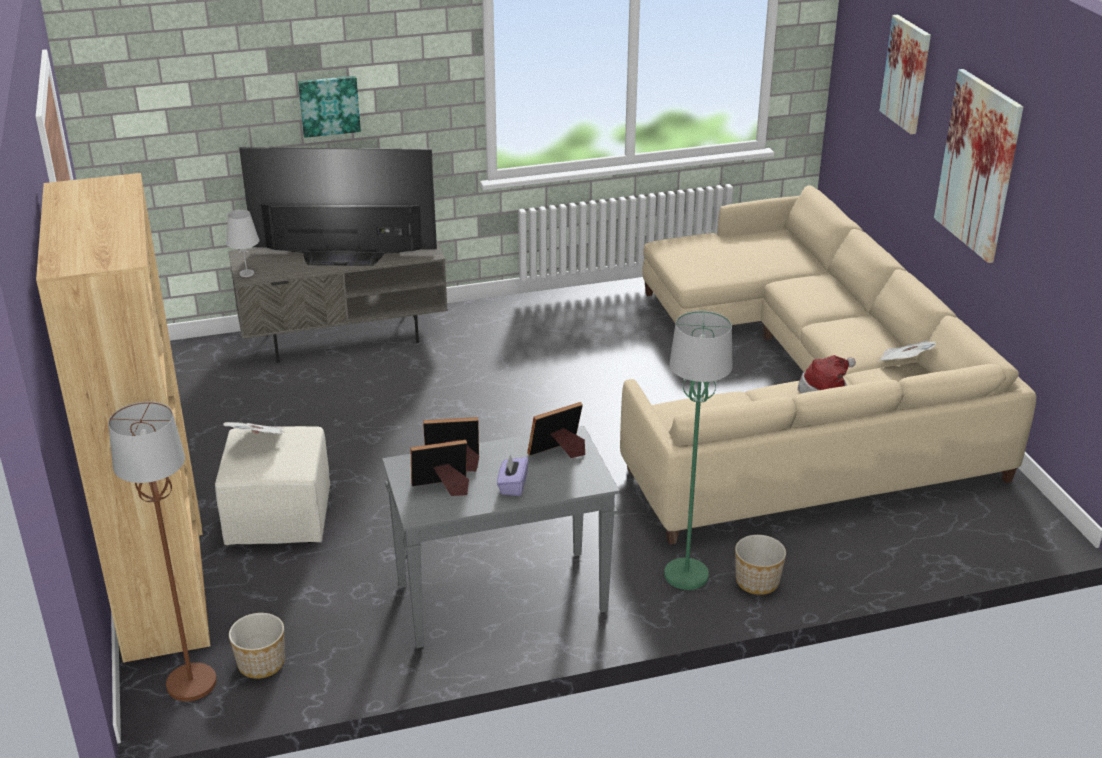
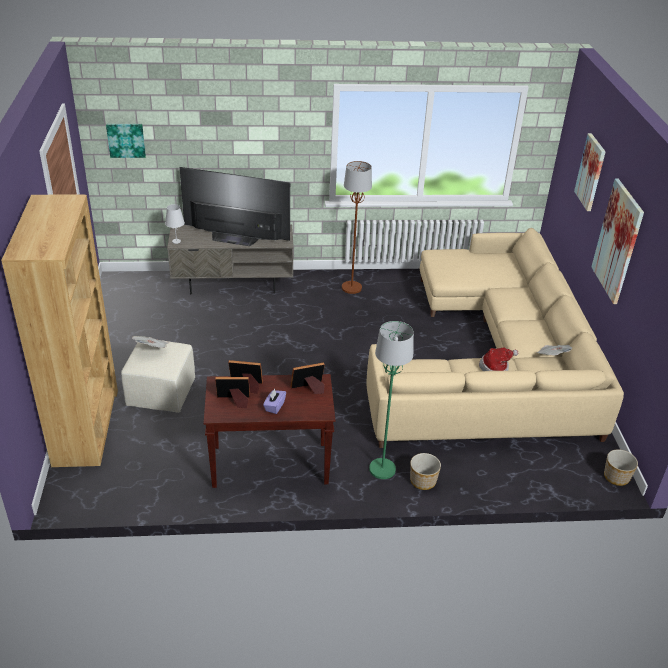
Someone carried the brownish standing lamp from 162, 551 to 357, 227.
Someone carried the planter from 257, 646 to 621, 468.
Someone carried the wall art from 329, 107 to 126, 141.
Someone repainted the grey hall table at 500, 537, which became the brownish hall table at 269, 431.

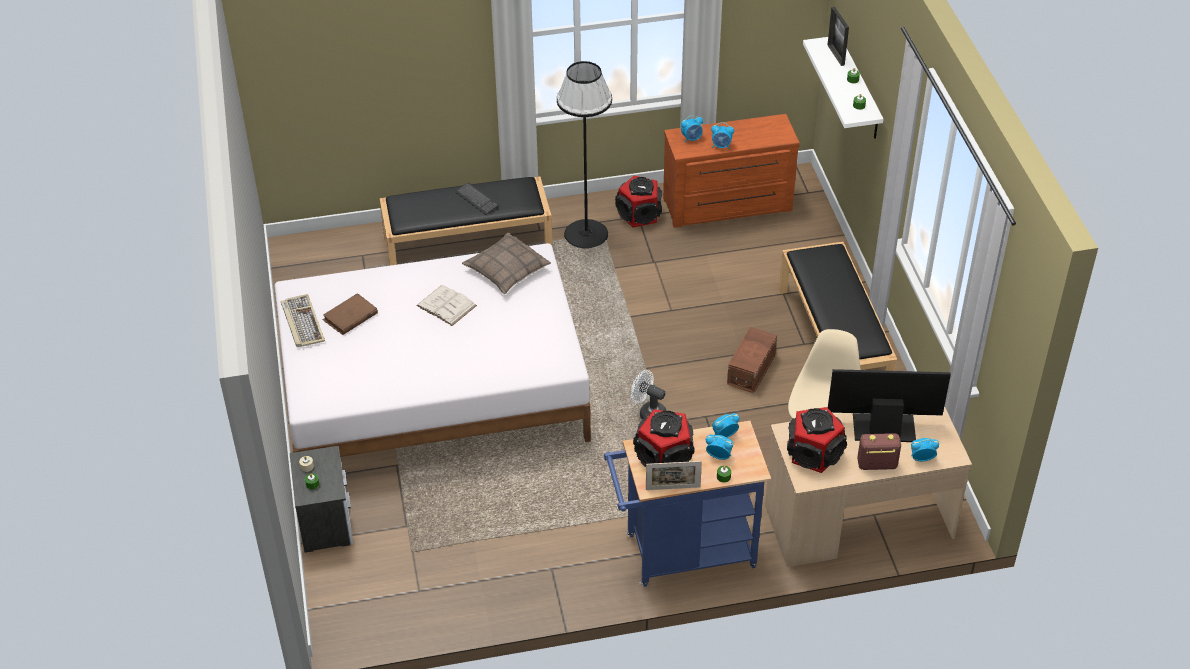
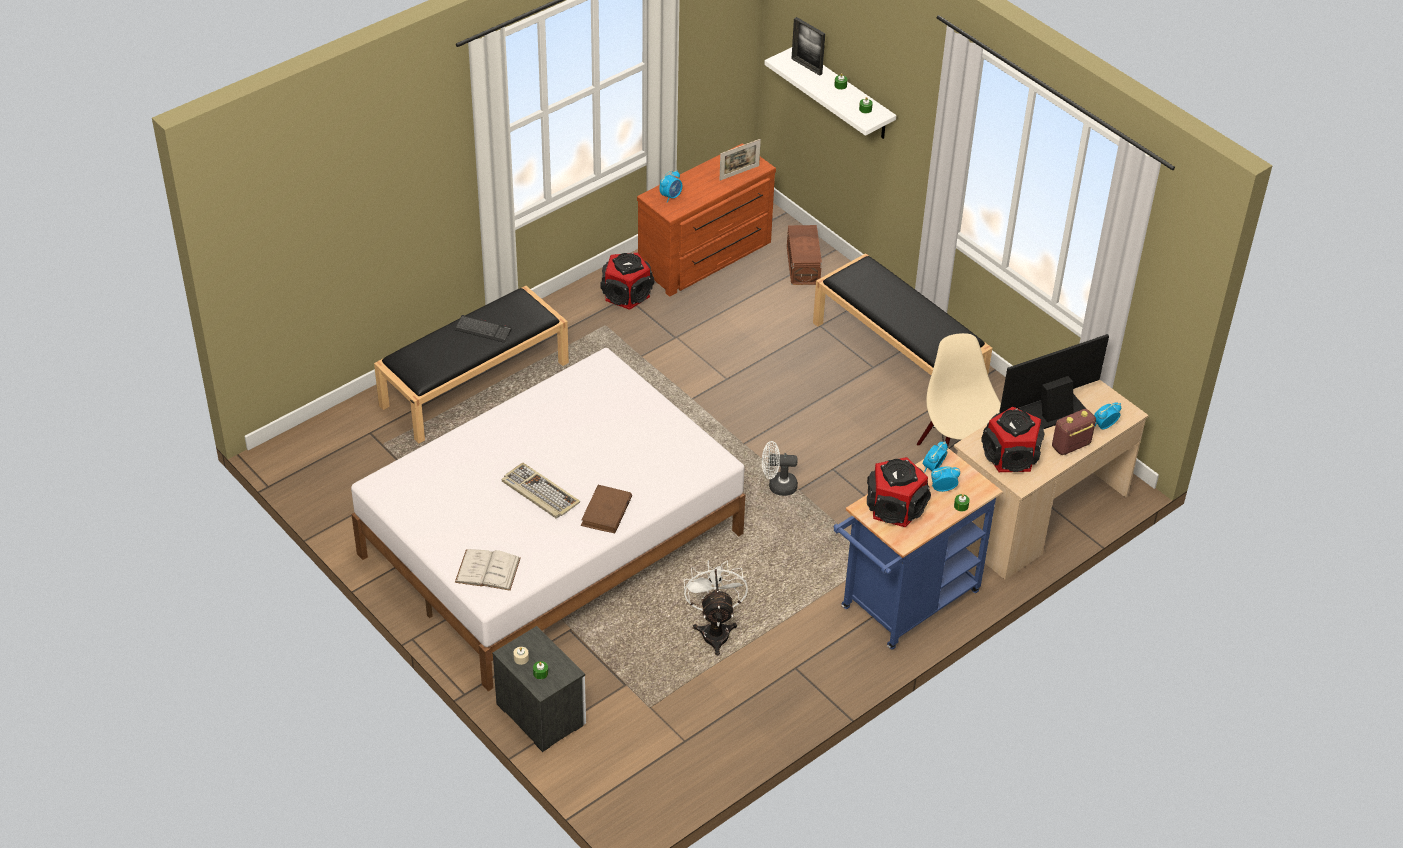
Someone took away the throw pillow at 506, 263.
Someone took away the blackish standing lamp at 584, 154.
Someone took away the table clock at 722, 135.
Someone put down the white-coloured cooling fan at 716, 608.
Someone carried the keyboard from 303, 320 to 541, 490.
Someone carried the brownish volume from 350, 314 to 606, 509.
Someone carried the white-coloured volume from 446, 305 to 488, 570.
Someone carried the photo frame from 674, 475 to 740, 159.
Someone carried the brownish storage bin from 752, 360 to 804, 255.

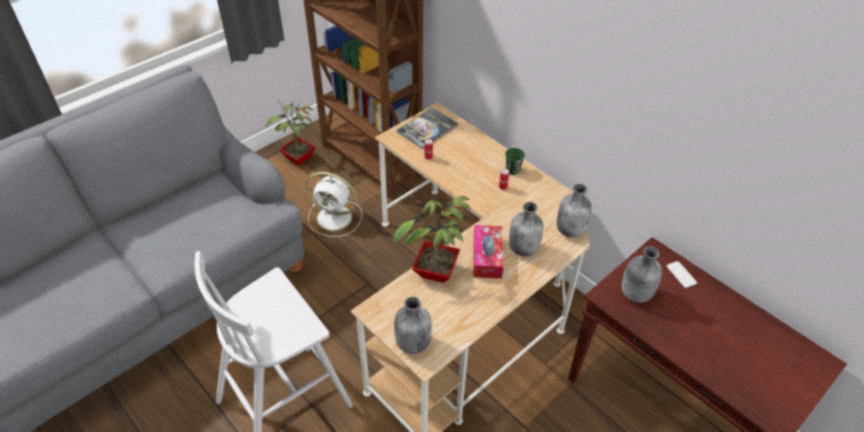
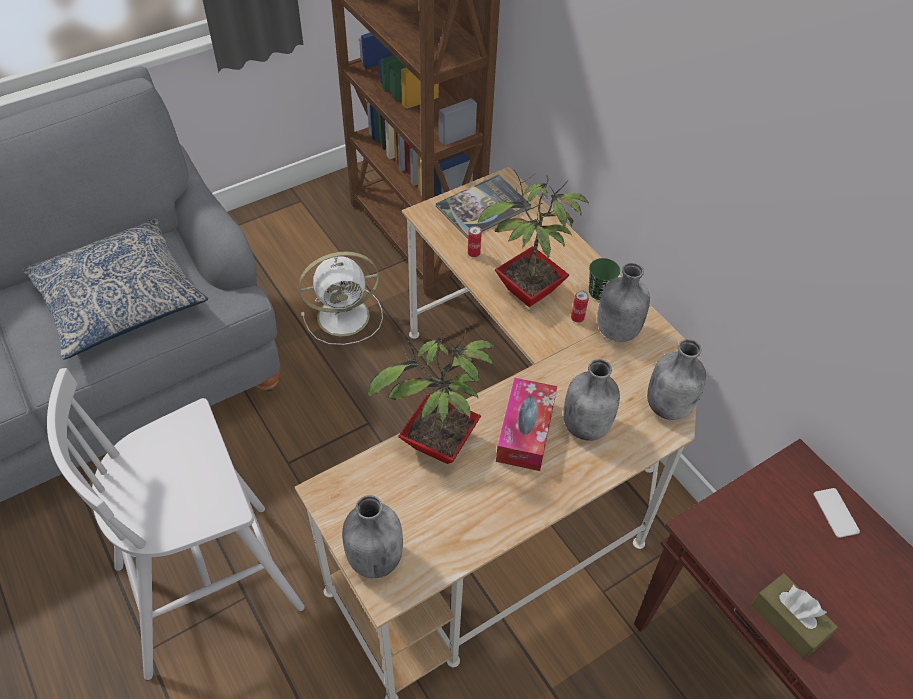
Someone put down the throw pillow at 115, 289.
Someone put down the brownish tissue box at 794, 616.
Someone carried the houseplant from 291, 133 to 533, 238.
Someone carried the grey bottle from 642, 274 to 623, 302.
Someone rotated the white-coloured cooling fan at 334, 204 by 45 degrees counterclockwise.

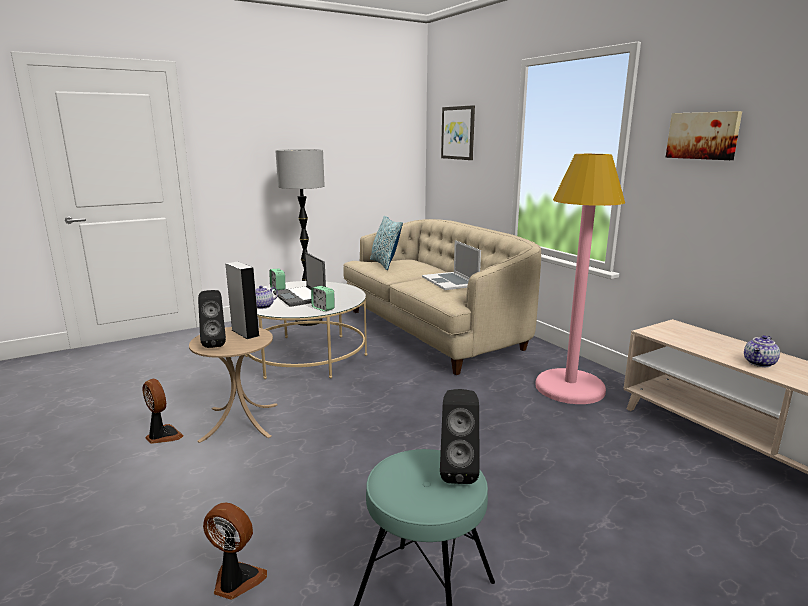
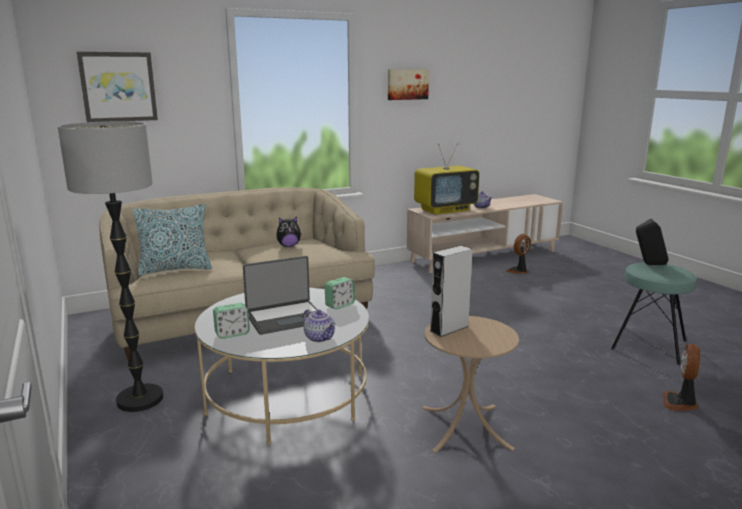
Someone took away the blackish loudspeaker at 212, 319.
Someone took away the pinkish standing lamp at 580, 279.
Someone put down the TV set at 447, 179.
Someone carried the cooling fan from 163, 411 to 518, 254.
Someone swapped the notebook computer at 451, 265 for the soft toy at 288, 232.

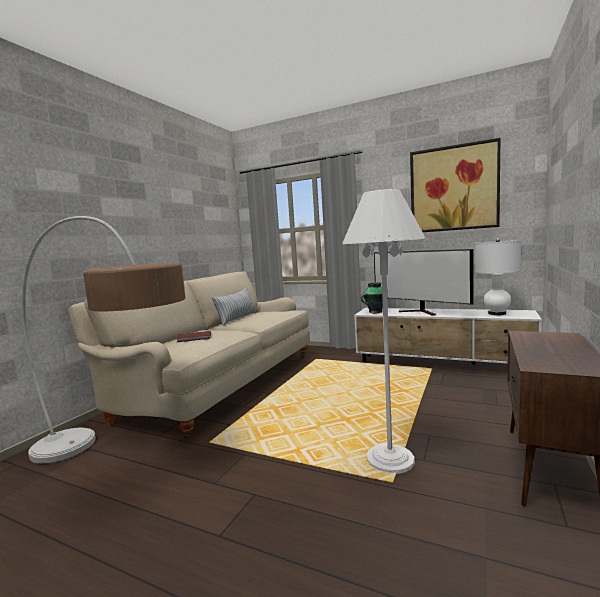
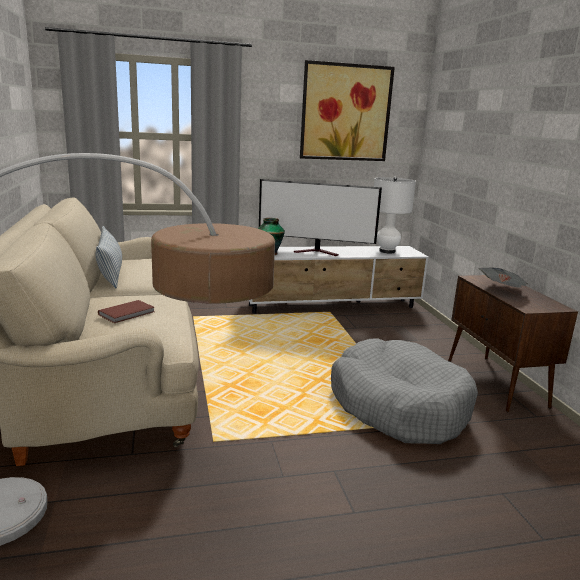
Someone put down the printed paper at 503, 277.
Someone swapped the white-coloured standing lamp at 384, 331 for the grey dog bed at 404, 391.

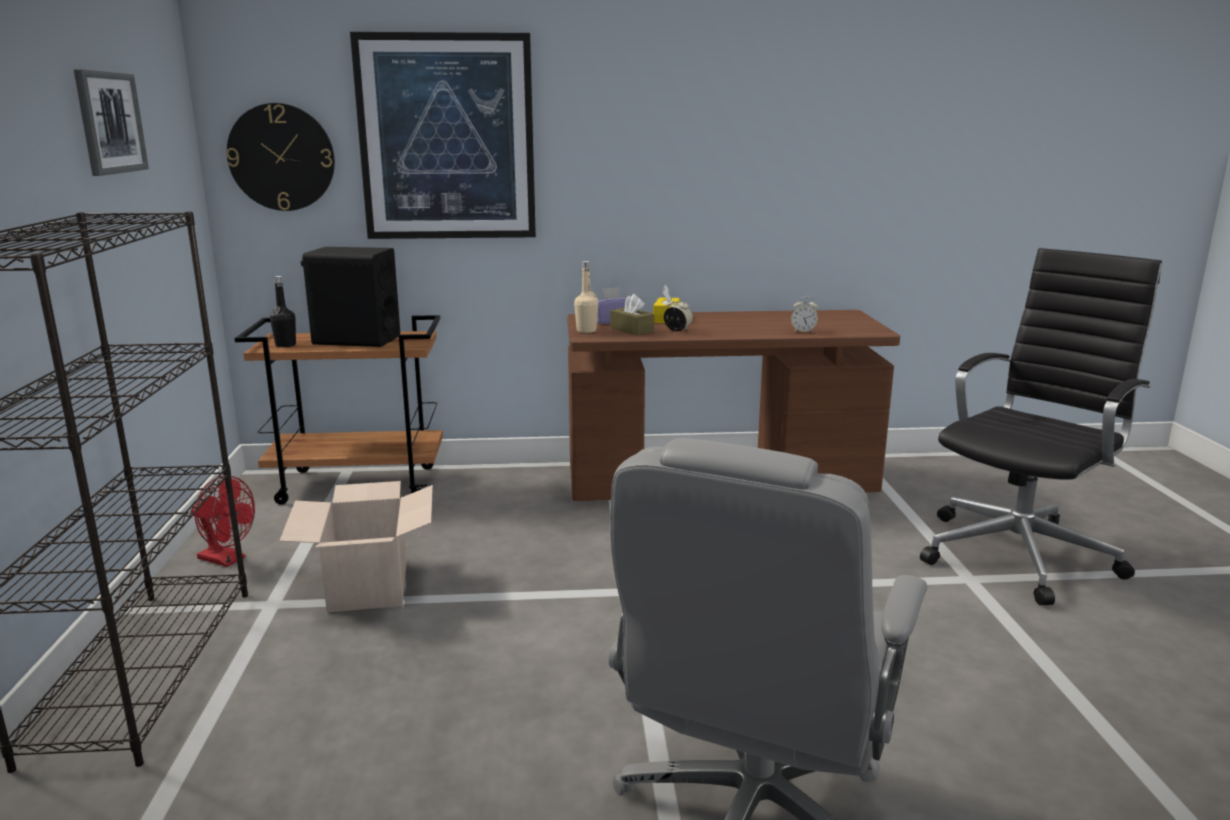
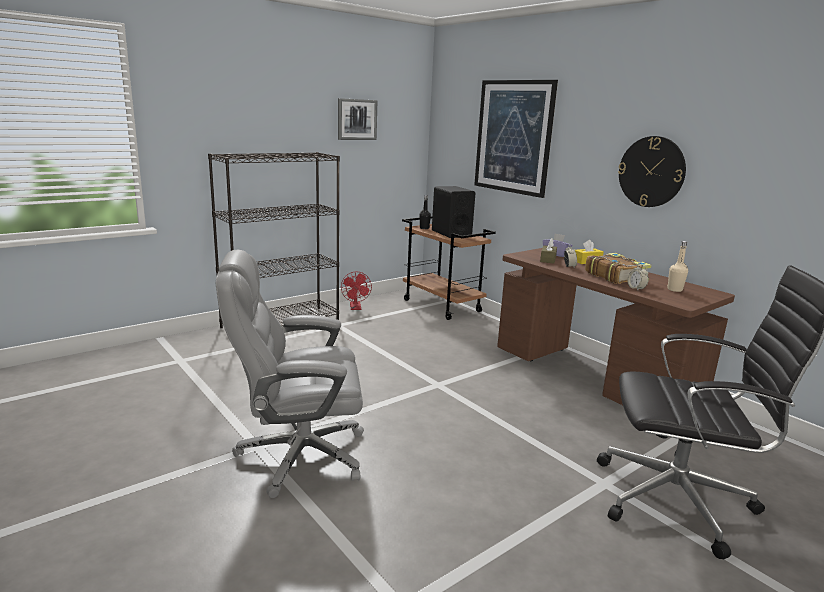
Someone took away the packing box at 356, 547.
Someone put down the volume at 618, 268.
Someone carried the hanging clock from 280, 157 to 652, 171.
Someone carried the beige-coloured bottle from 586, 297 to 677, 266.

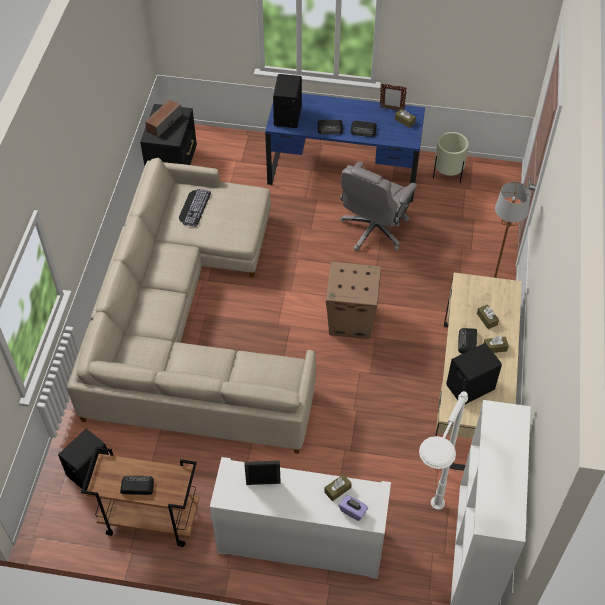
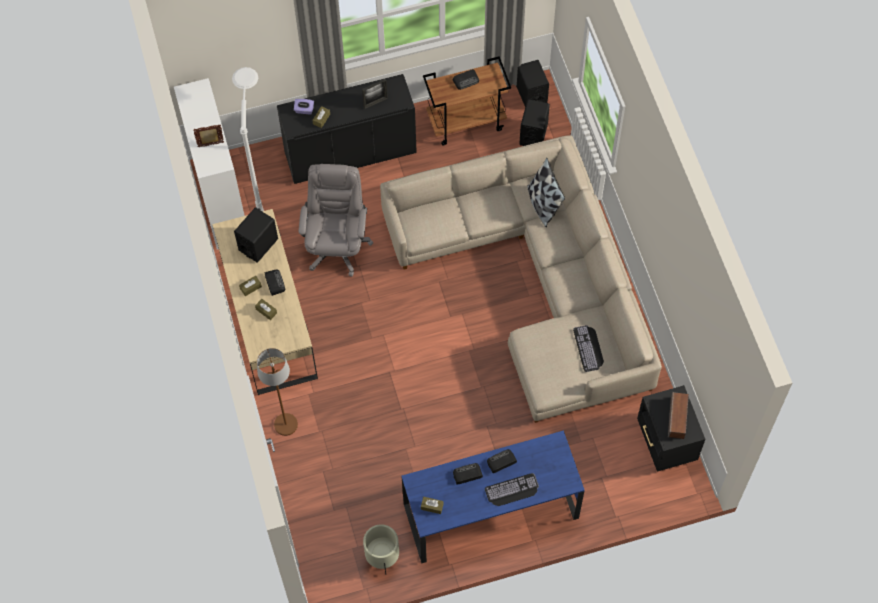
Someone took away the packing box at 353, 300.
Someone put down the keyboard at 512, 489.
Someone put down the throw pillow at 546, 192.
Someone carried the blackish loudspeaker from 287, 101 to 532, 83.
Someone carried the grey office chair from 378, 206 to 335, 220.
Someone carried the photo frame from 393, 97 to 208, 136.
Someone repainted the white-coloured storage cabinet at 300, 518, which became the blackish storage cabinet at 347, 129.

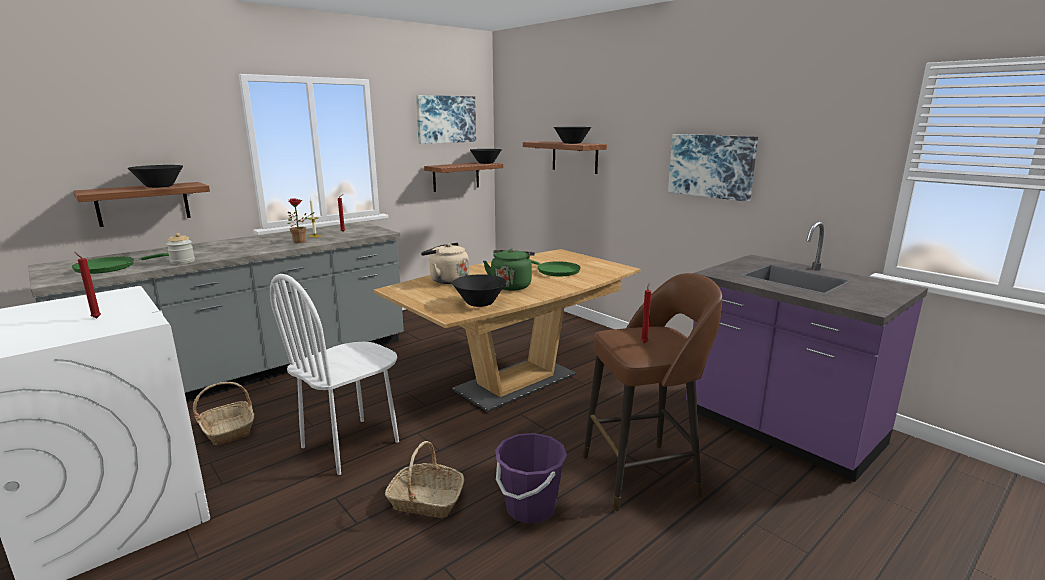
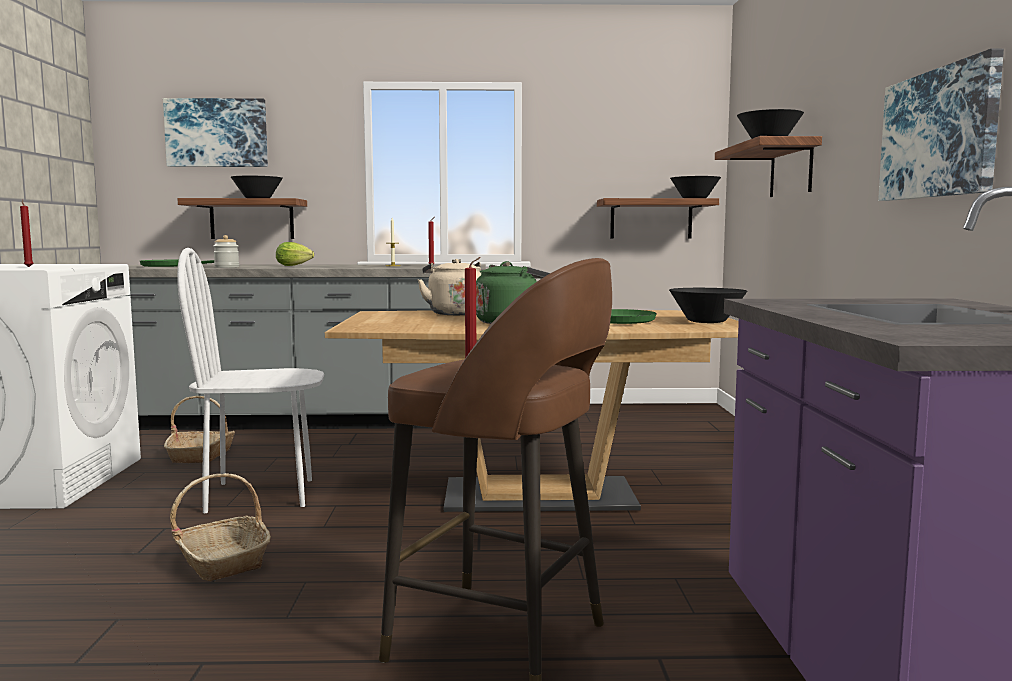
Someone took away the houseplant at 301, 220.
Someone took away the purple-coloured water bucket at 531, 478.
Someone put down the lettuce head at 295, 254.
Someone carried the wall art from 446, 119 to 215, 132.
Someone carried the blackish serving bowl from 479, 290 to 708, 305.

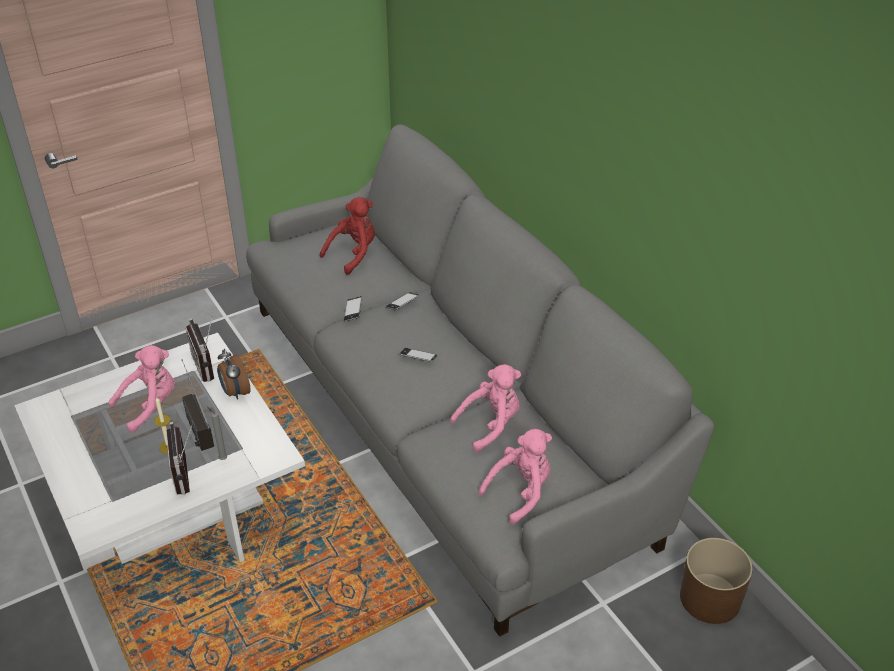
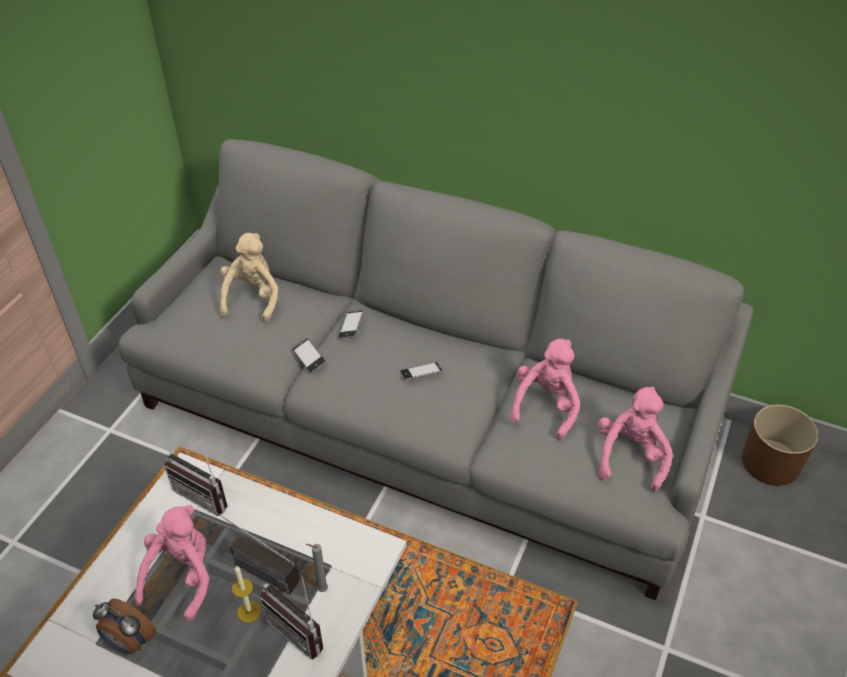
Someone carried the table clock from 234, 374 to 124, 626.
Someone repainted the reddish soft toy at 347, 236, which became the beige-coloured soft toy at 249, 278.

